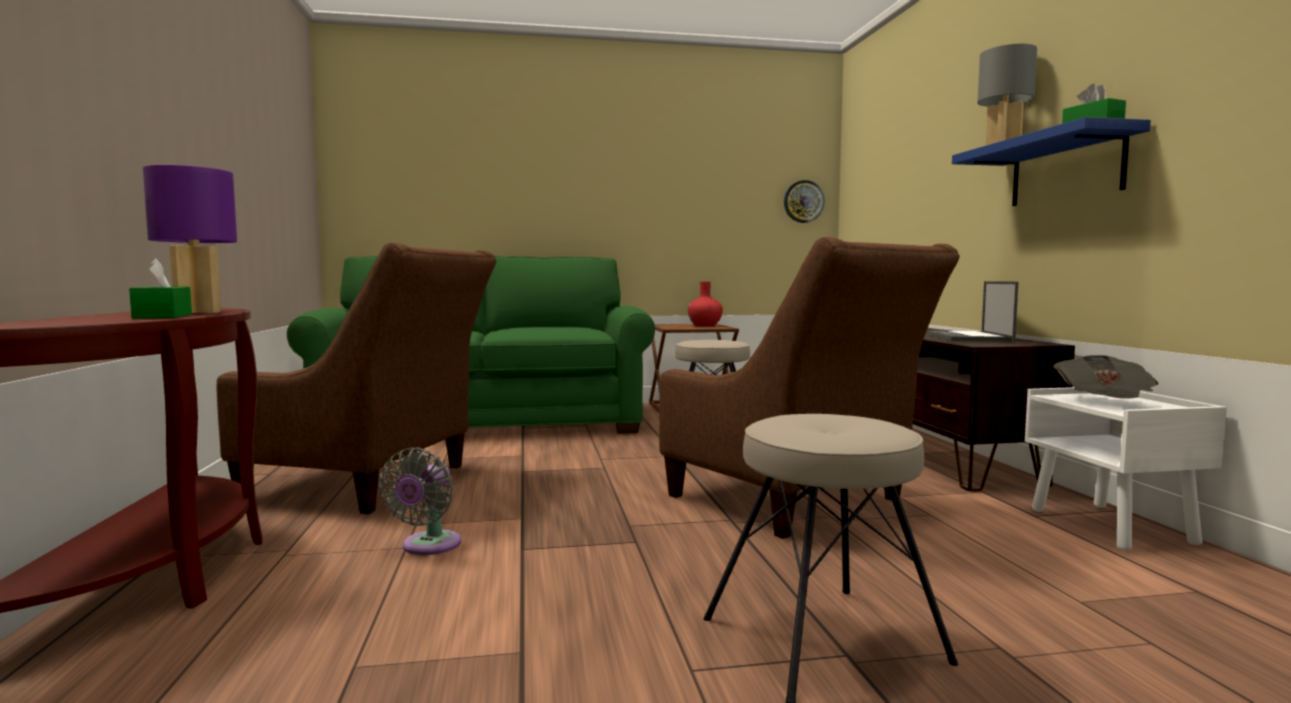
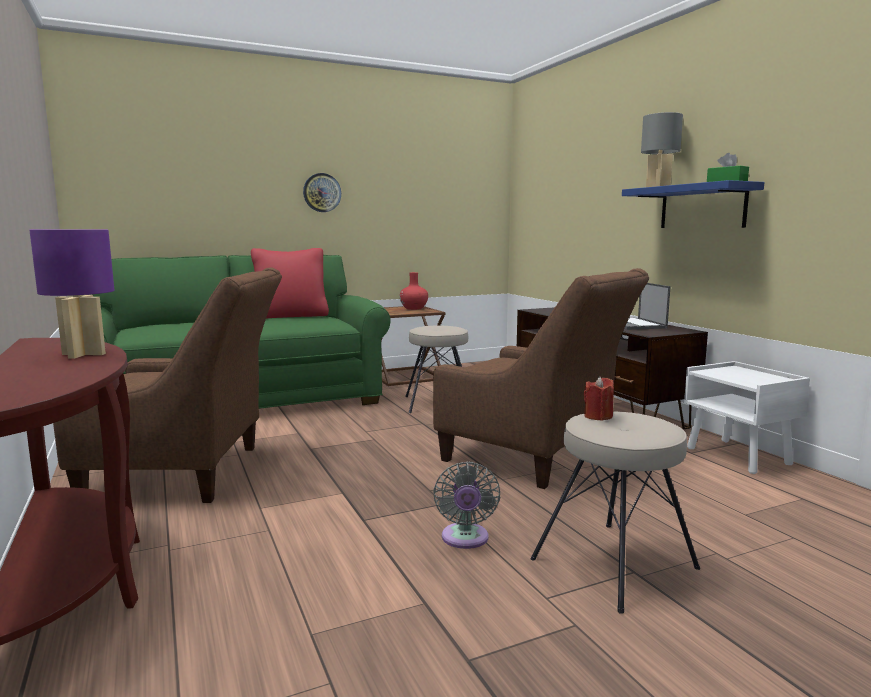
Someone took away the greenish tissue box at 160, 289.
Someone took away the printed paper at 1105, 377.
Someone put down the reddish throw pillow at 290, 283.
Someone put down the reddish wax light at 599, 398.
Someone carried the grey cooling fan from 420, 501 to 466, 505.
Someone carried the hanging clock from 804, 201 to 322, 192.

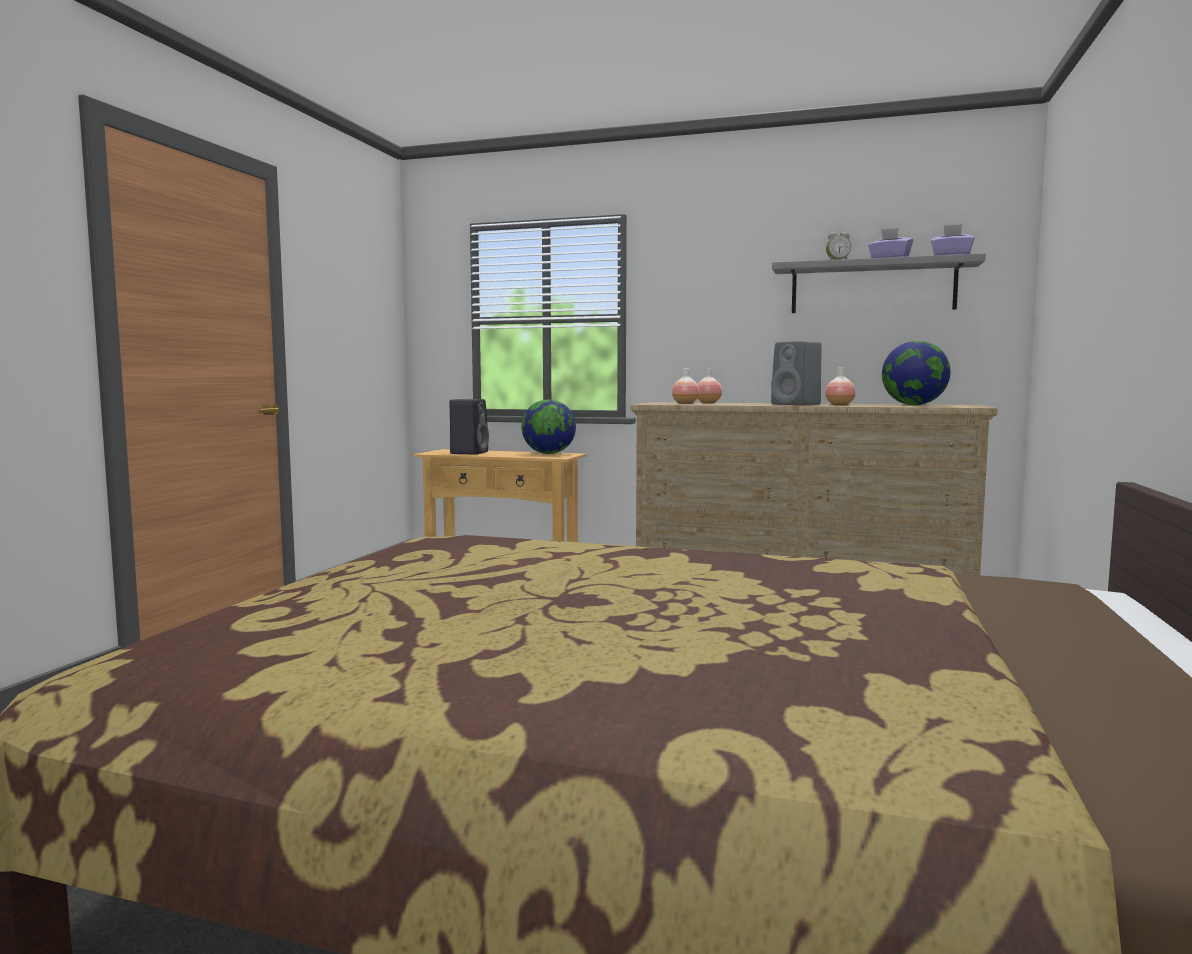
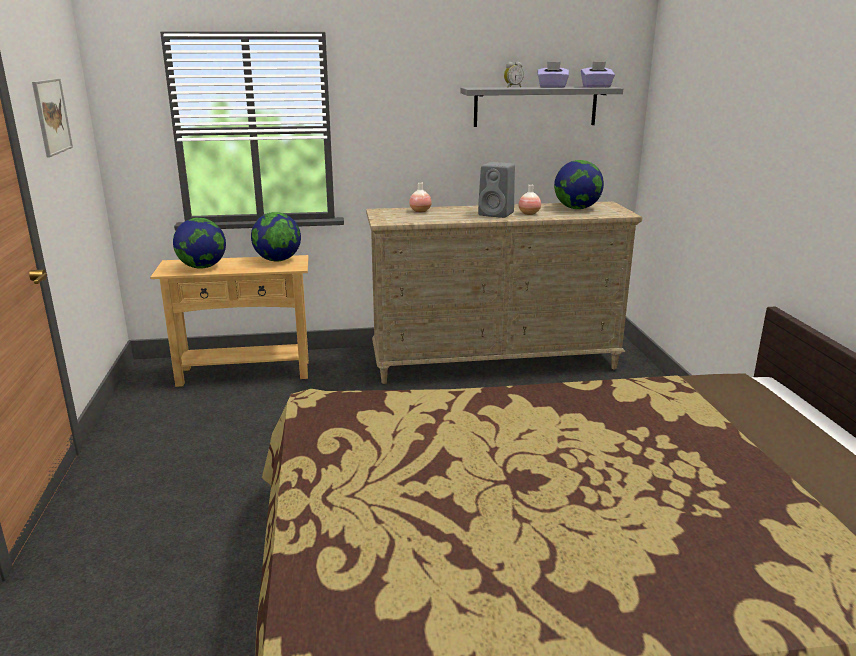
Someone took away the flower vase at 686, 386.
Someone put up the wall art at 52, 117.
Someone swapped the blackish loudspeaker at 469, 426 for the world globe at 199, 243.

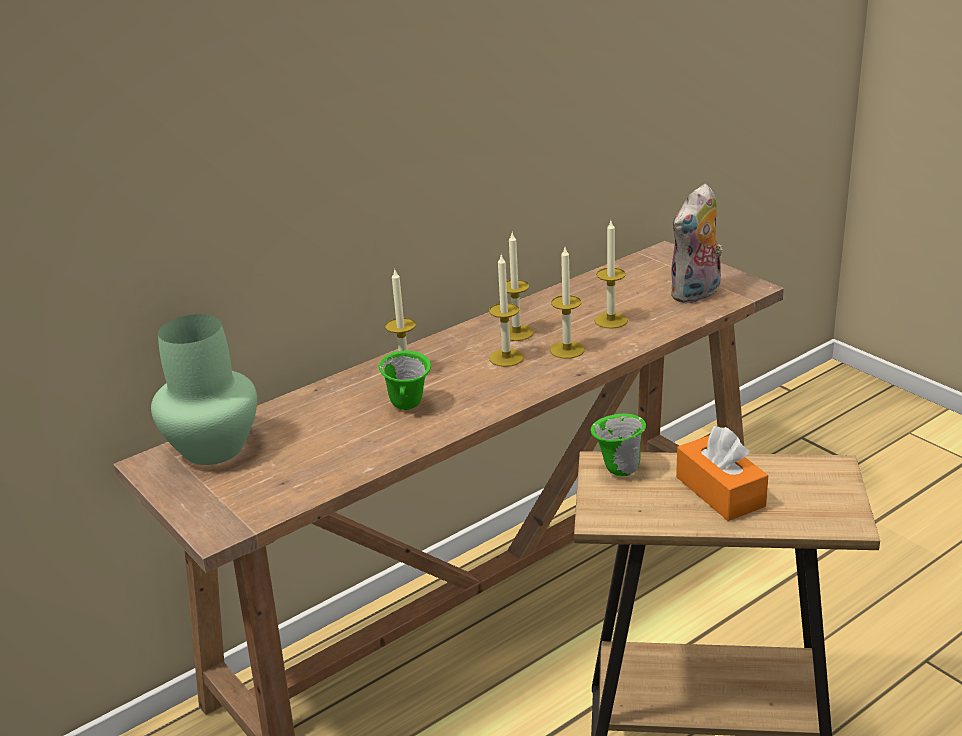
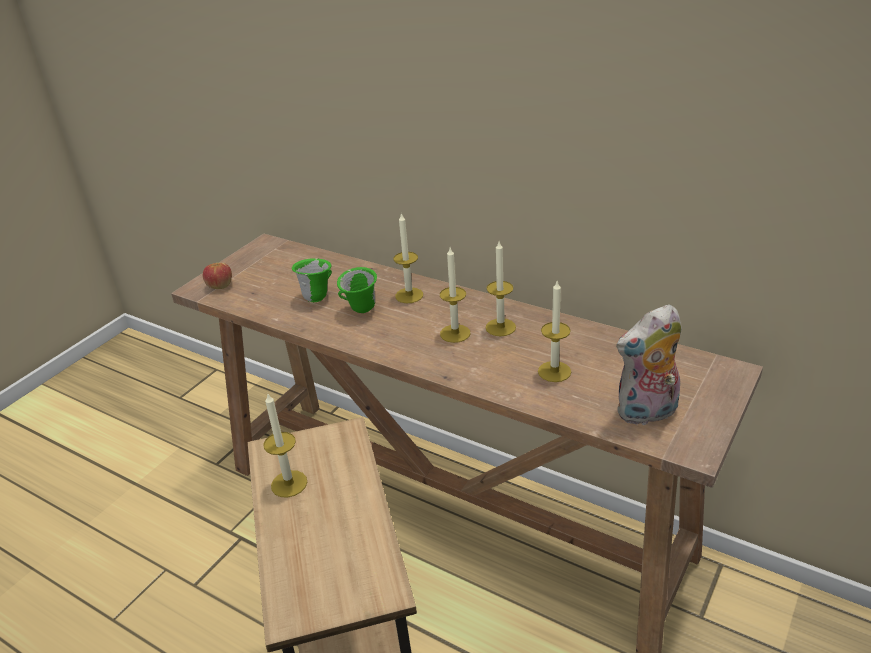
Someone took away the greenish flower vase at 204, 389.
Someone took away the orange tissue box at 722, 473.
Someone put down the apple at 217, 276.
Someone carried the wax light from 567, 303 to 285, 445.
Someone carried the greenish tea mug from 618, 445 to 312, 280.
Someone rotated the soft toy at 696, 244 by 45 degrees counterclockwise.

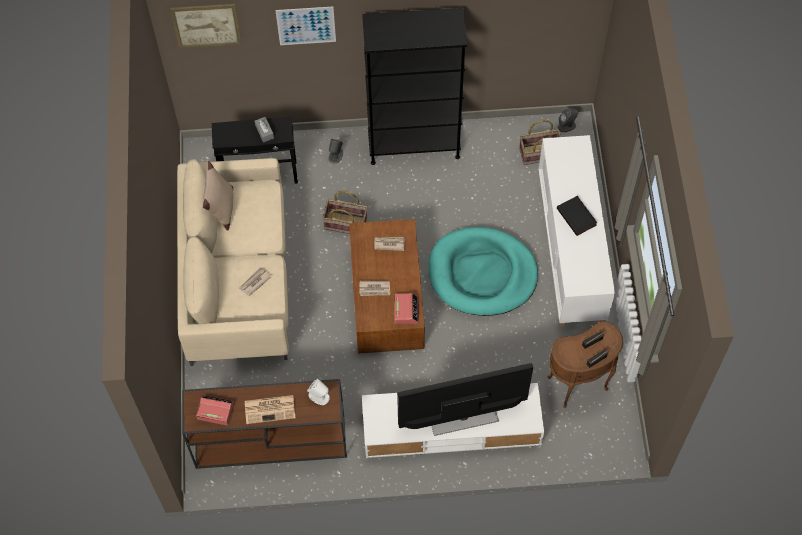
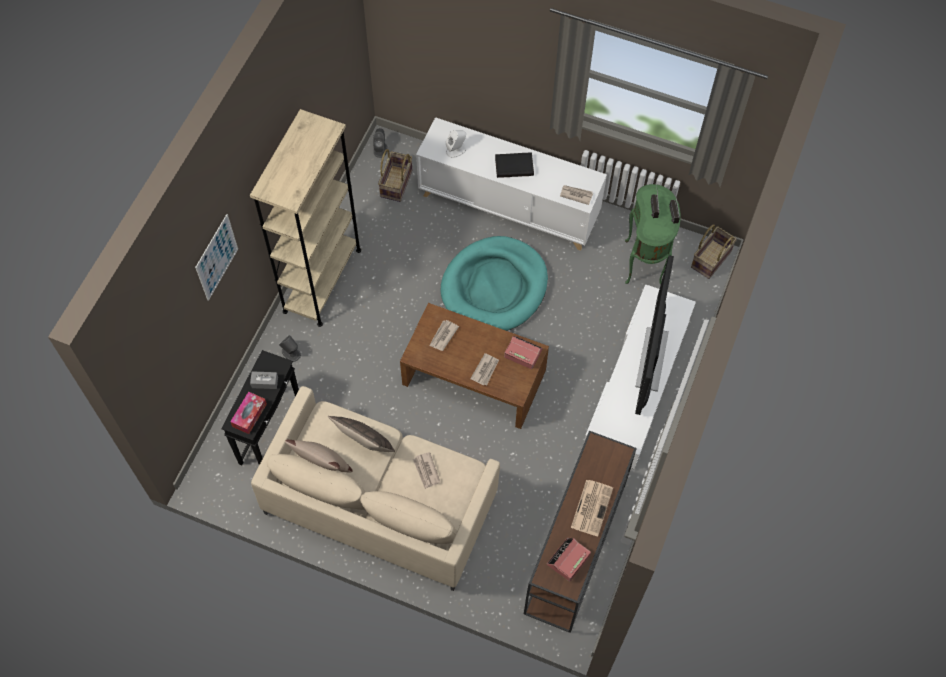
Someone took away the wall art at 206, 26.
Someone put down the tissue box at 248, 413.
Someone put down the throw pillow at 361, 434.
Someone put down the printed paper at 576, 195.
Someone carried the white-coloured loudspeaker from 318, 392 to 456, 144.
Someone carried the household basket from 344, 212 to 714, 251.
Someone repainted the blackish bookshelf at 414, 86, which became the beige-coloured bookshelf at 305, 218.
Someone repainted the brownish end table at 585, 364, which became the greenish end table at 653, 234.

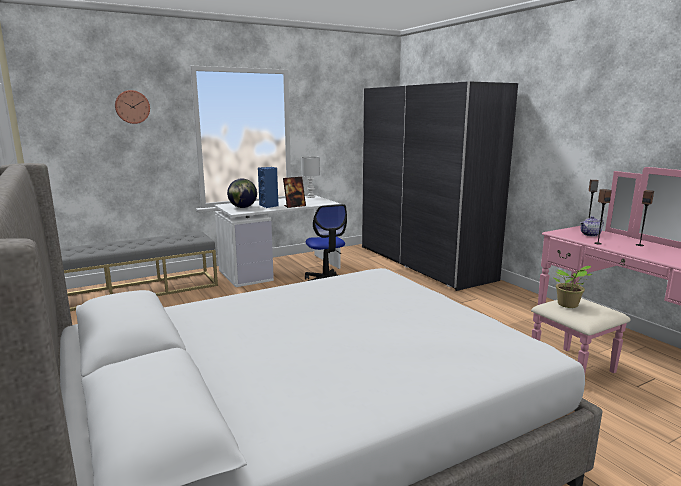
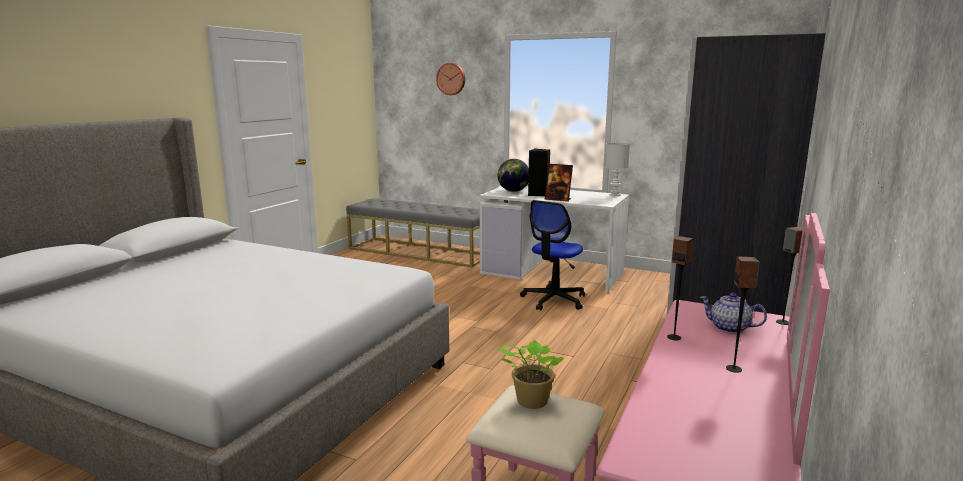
Someone repainted the blue-coloured loudspeaker at 268, 187, which became the blackish loudspeaker at 539, 172.

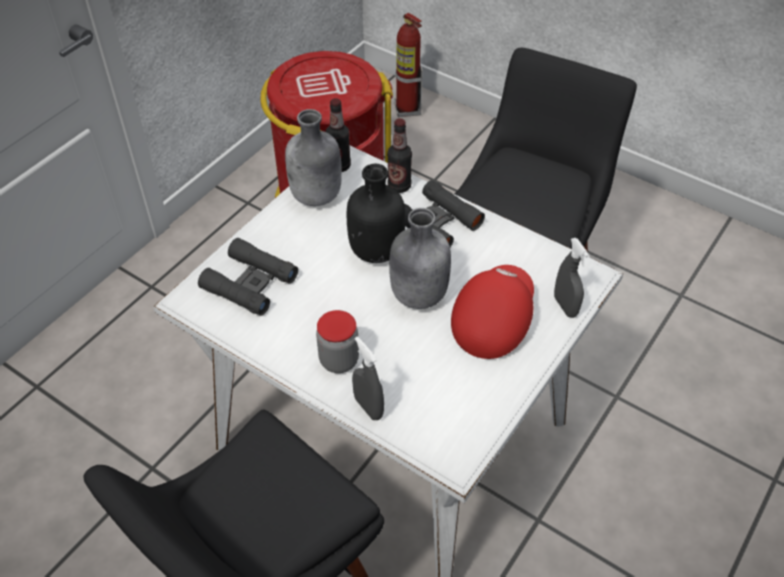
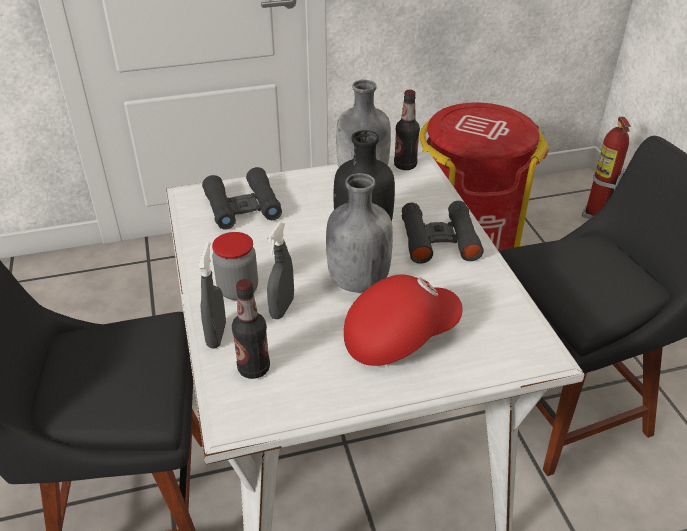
Someone carried the bottle from 399, 155 to 251, 329.
Someone carried the grey sprayer from 571, 278 to 280, 270.

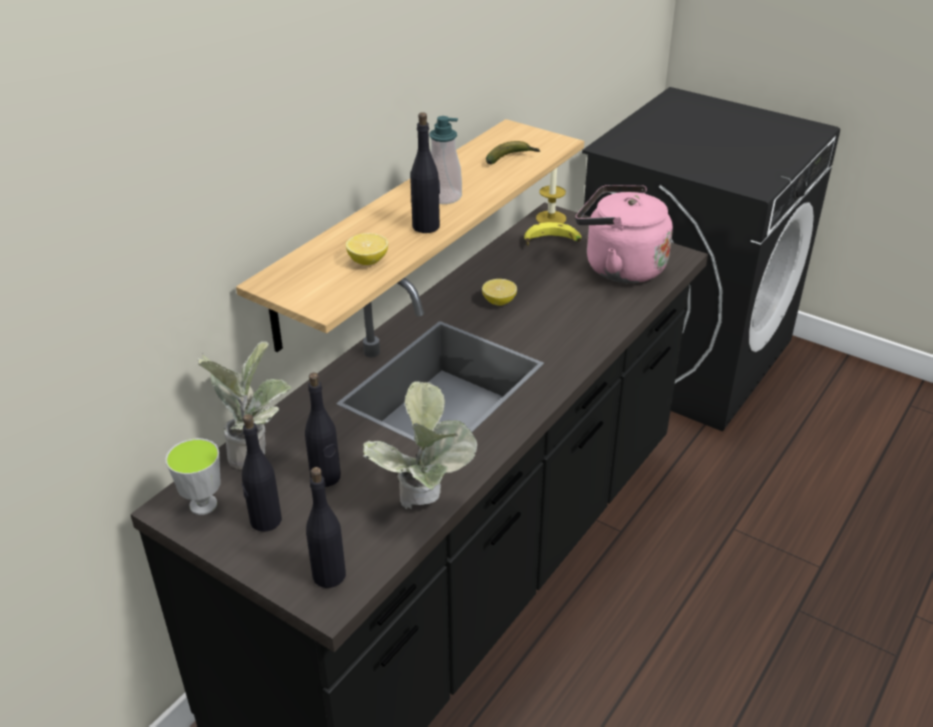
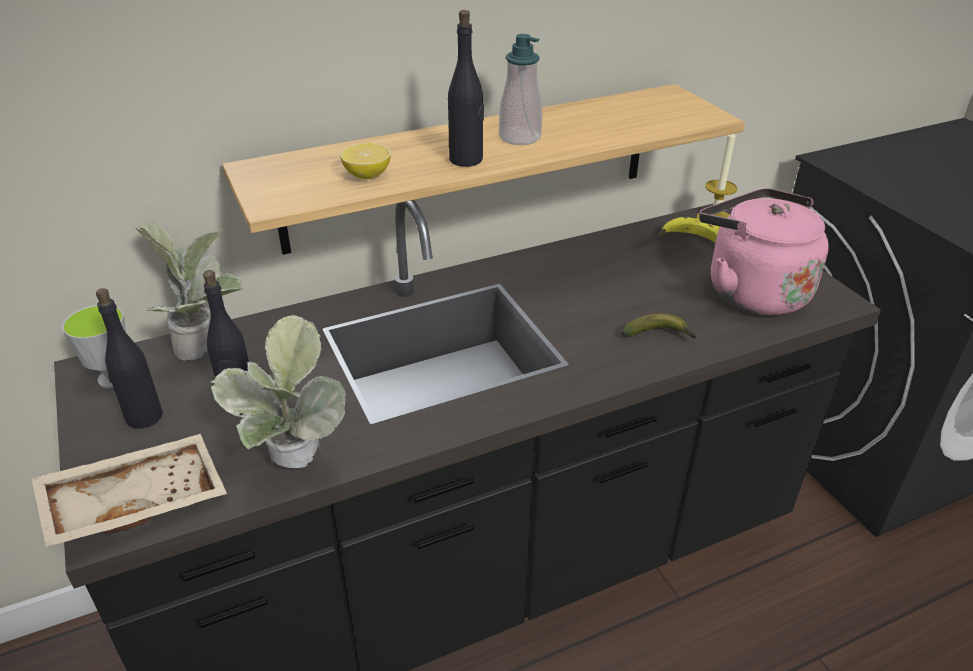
Someone took away the whole lemon at 499, 292.
Someone carried the banana from 513, 152 to 659, 325.
Someone swapped the blackish bottle at 326, 527 for the beige-coloured carrying tray at 129, 490.

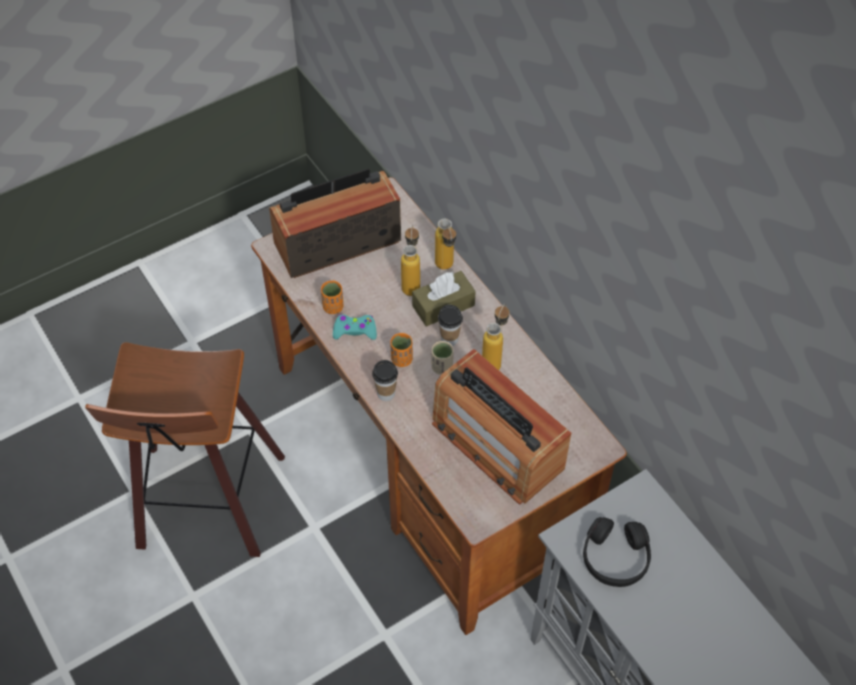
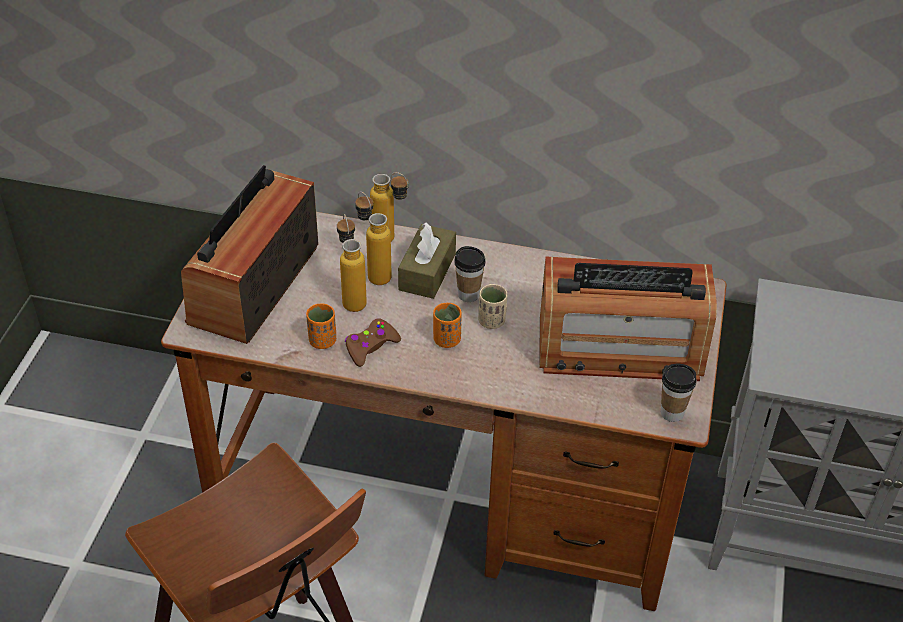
Someone took away the blackish headset at 617, 552.
Someone carried the small cup from 385, 380 to 679, 393.
Someone carried the bottle from 496, 337 to 352, 263.
Someone repainted the turquoise-coloured gamepad at 355, 327, which became the brownish gamepad at 373, 342.

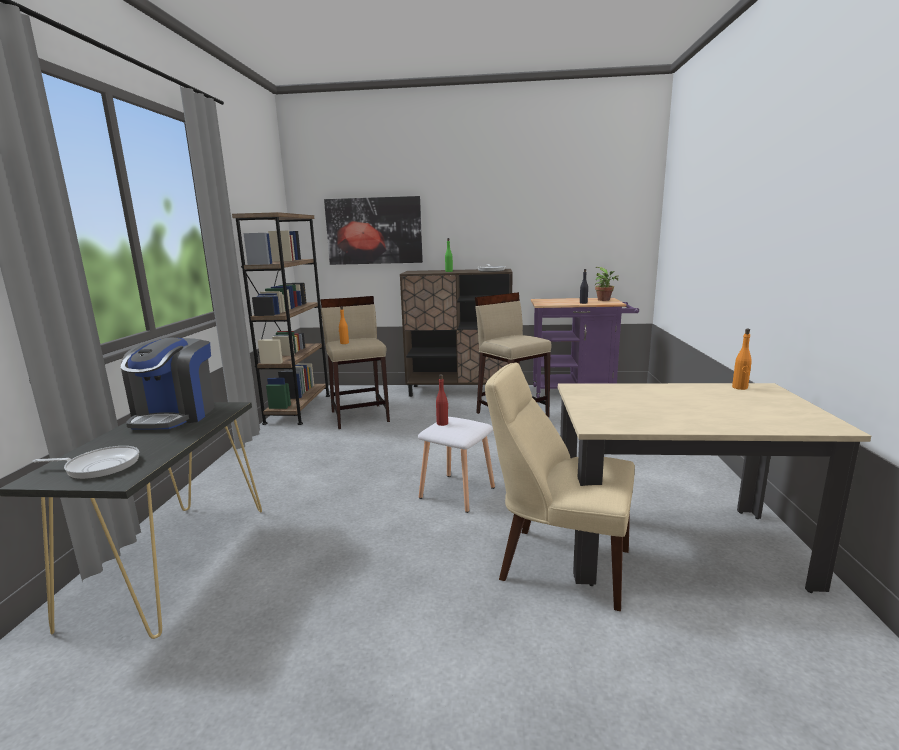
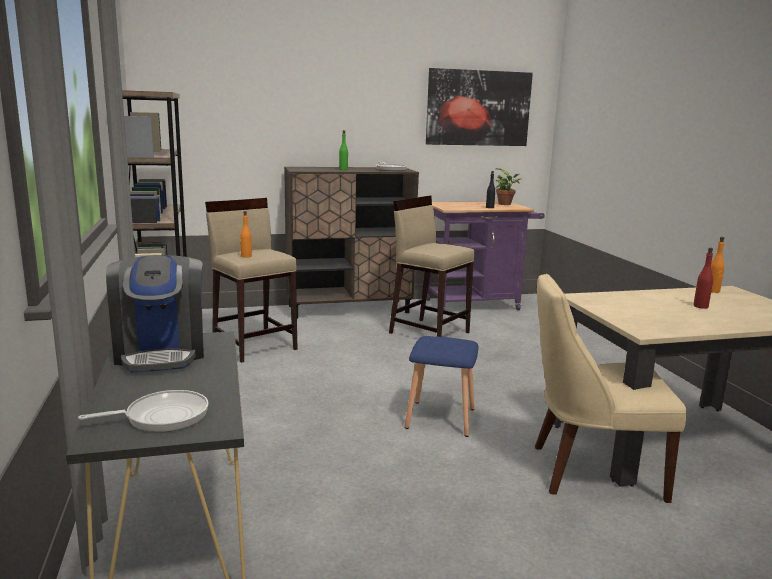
Someone carried the wall art from 373, 230 to 479, 107.
Someone carried the reddish bottle from 442, 400 to 703, 278.
Someone repainted the white-coloured stool at 456, 465, which became the blue-coloured stool at 441, 386.

